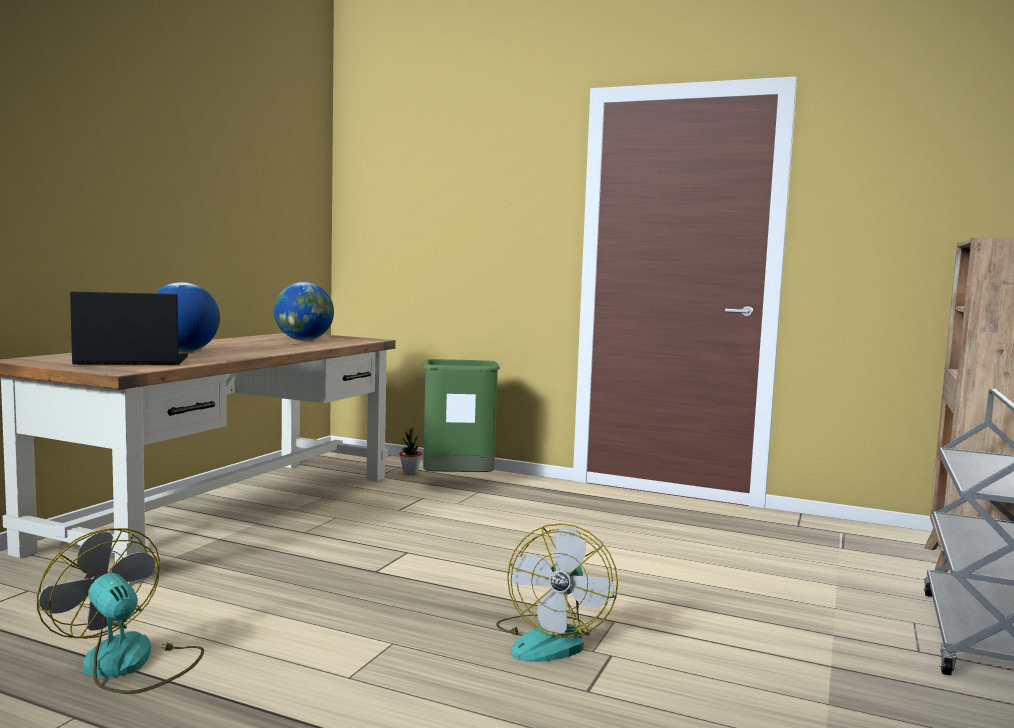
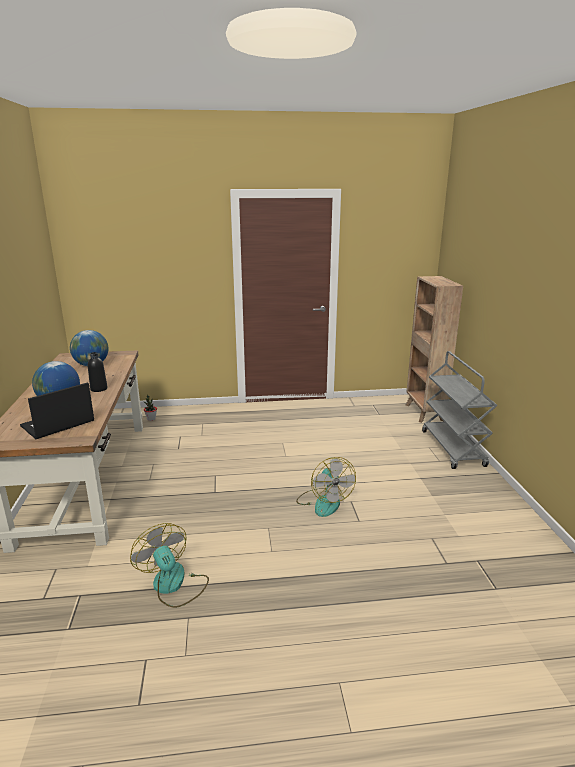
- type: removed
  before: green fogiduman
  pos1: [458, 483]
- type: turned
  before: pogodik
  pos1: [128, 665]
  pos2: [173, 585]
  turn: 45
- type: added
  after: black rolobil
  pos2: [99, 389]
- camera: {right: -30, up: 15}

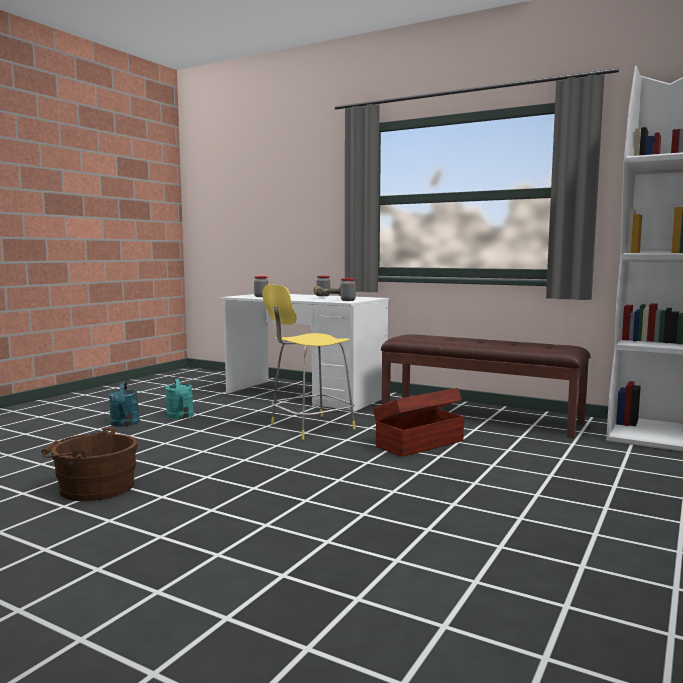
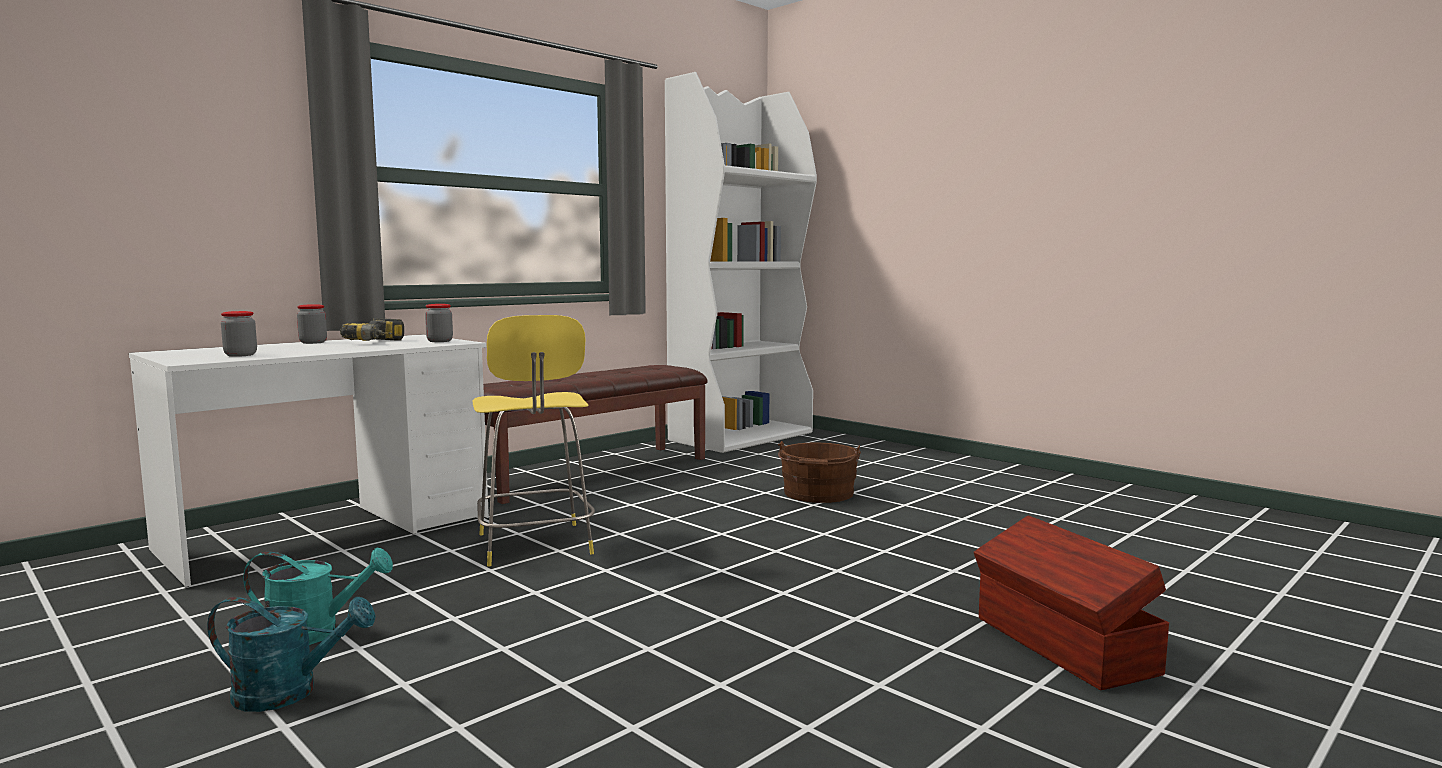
- type: moved
  before: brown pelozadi
  pos1: [418, 443]
  pos2: [1063, 646]
- type: moved
  before: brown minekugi
  pos1: [92, 488]
  pos2: [818, 494]
- camera: {right: -75, up: 0}

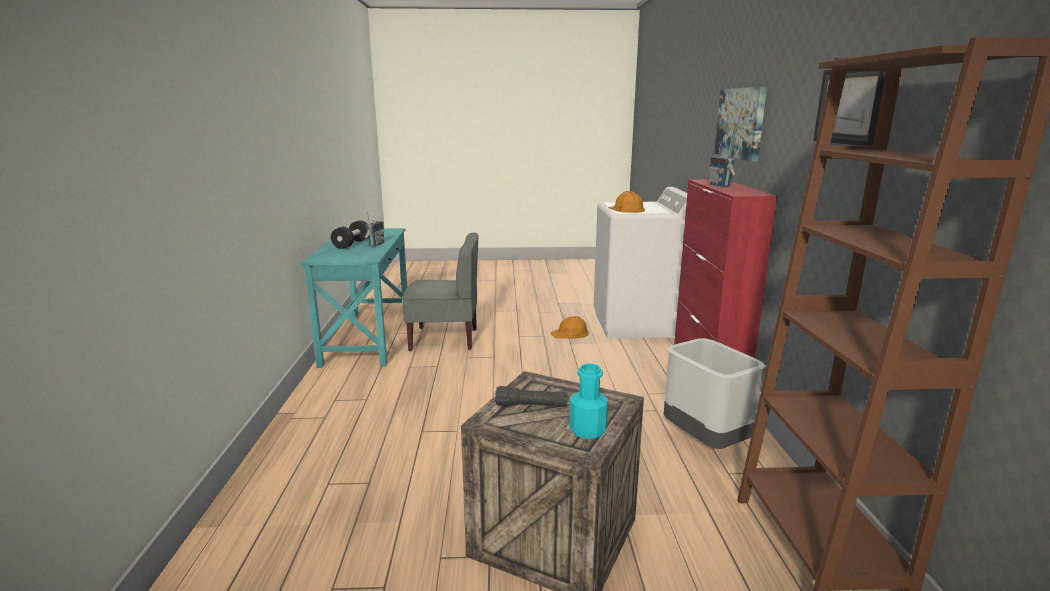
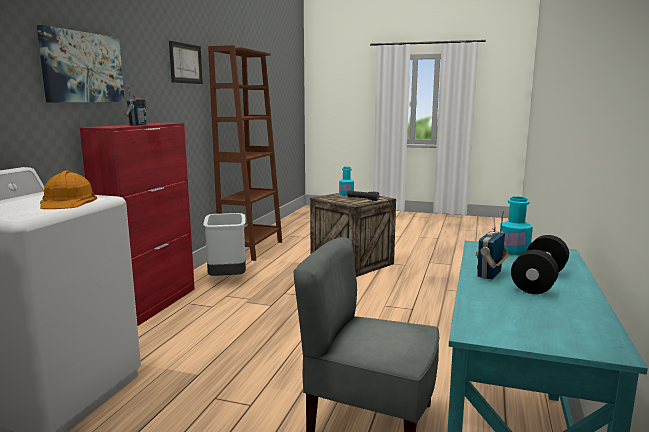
- type: removed
  before: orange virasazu
  pos1: [570, 333]
- type: added
  after: turquoise rolobil
  pos2: [514, 251]
- camera: {right: -160, up: -5}

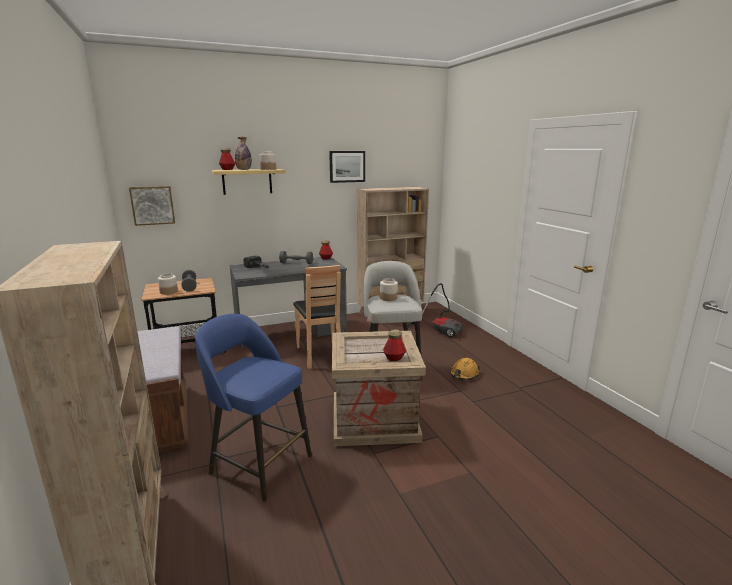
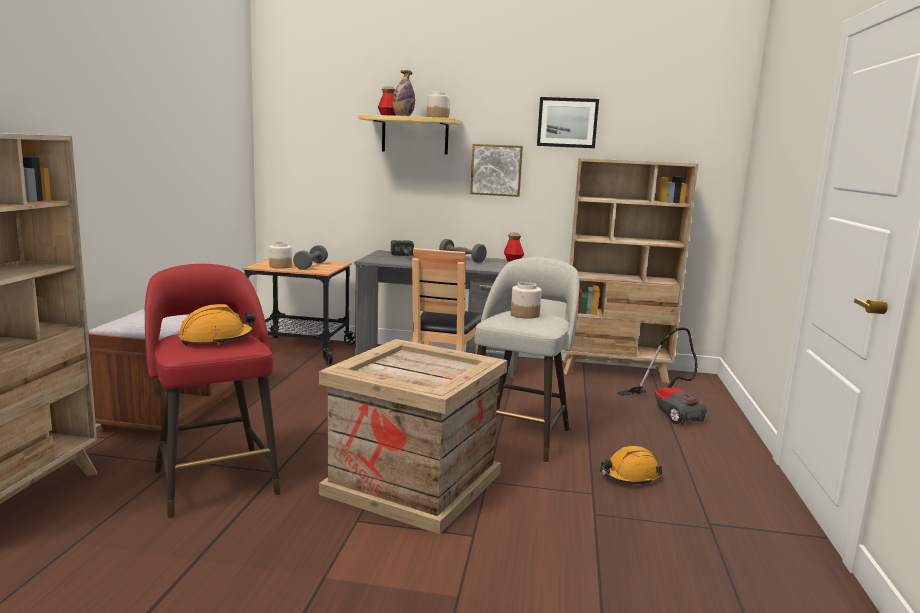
- type: moved
  before: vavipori
  pos1: [152, 205]
  pos2: [496, 170]
- type: recoloured
  before: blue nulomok
  after: red nulomok
  pos1: [259, 463]
  pos2: [215, 480]
- type: removed
  before: rolobil
  pos1: [394, 358]
- type: added
  after: orange virasazu
  pos2: [216, 339]
- camera: {right: 30, up: -5}

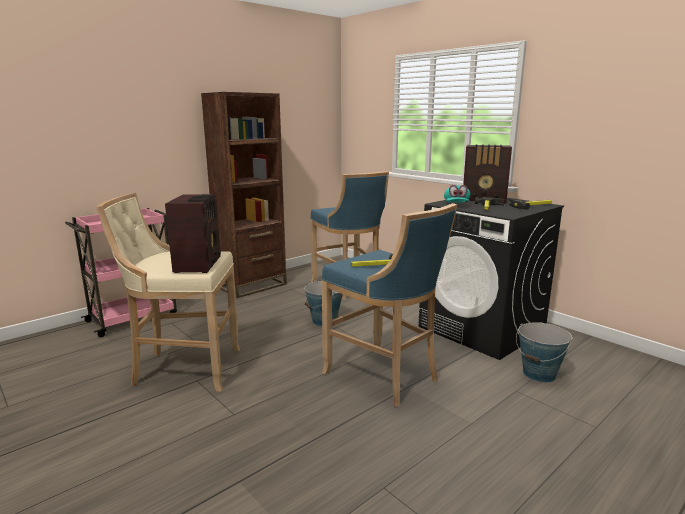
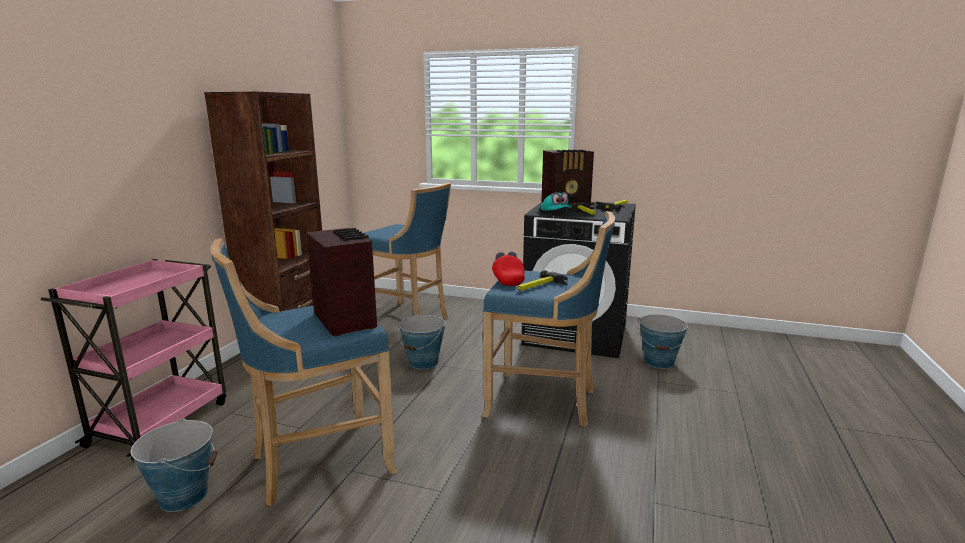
- type: recoloured
  before: beige nulomok
  after: blue nulomok
  pos1: [184, 368]
  pos2: [317, 462]
- type: added
  after: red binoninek
  pos2: [507, 280]
- type: added
  after: minekugi
  pos2: [184, 496]
- camera: {right: -30, up: 0}

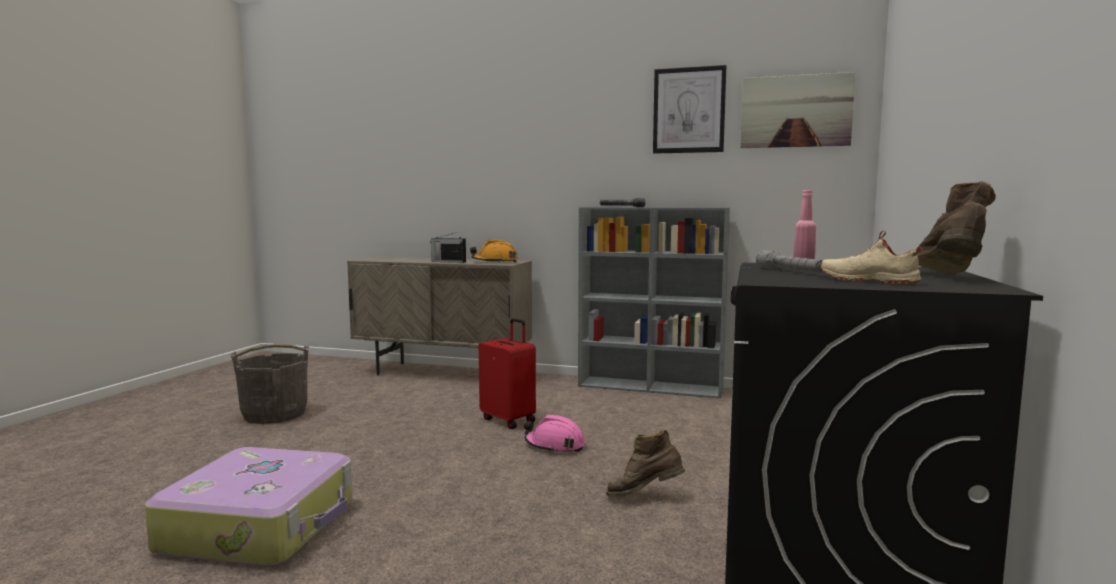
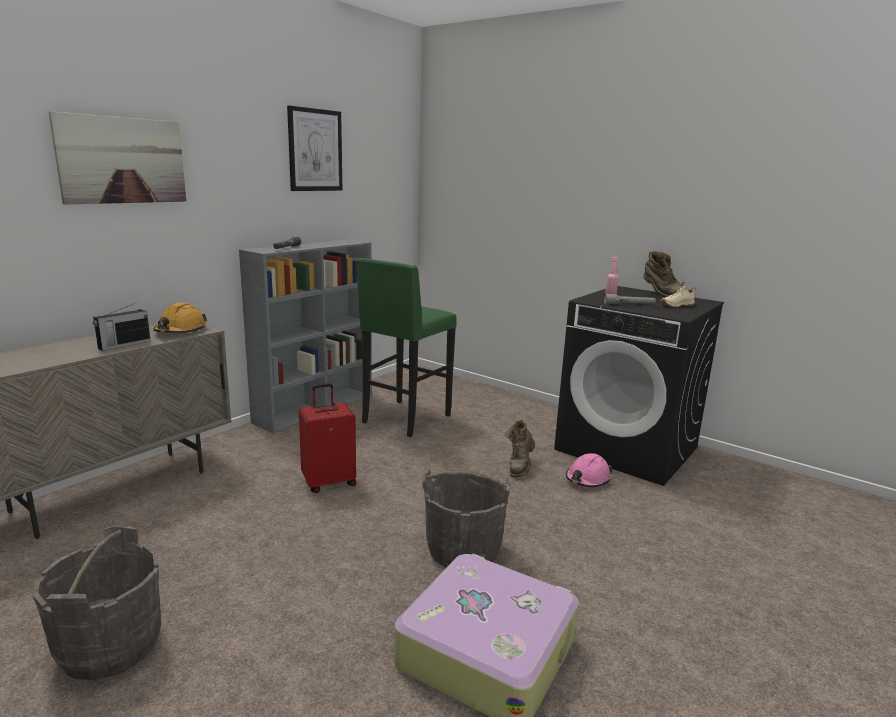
- type: moved
  before: vavipori
  pos1: [795, 111]
  pos2: [123, 160]
- type: turned
  before: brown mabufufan
  pos1: [947, 277]
  pos2: [660, 295]
  turn: -150
- type: moved
  before: pink virasazu
  pos1: [555, 445]
  pos2: [587, 479]
- type: added
  after: green nulomok
  pos2: [404, 419]
- type: added
  after: grey minekugi
  pos2: [463, 549]
- camera: {right: -70, up: 10}

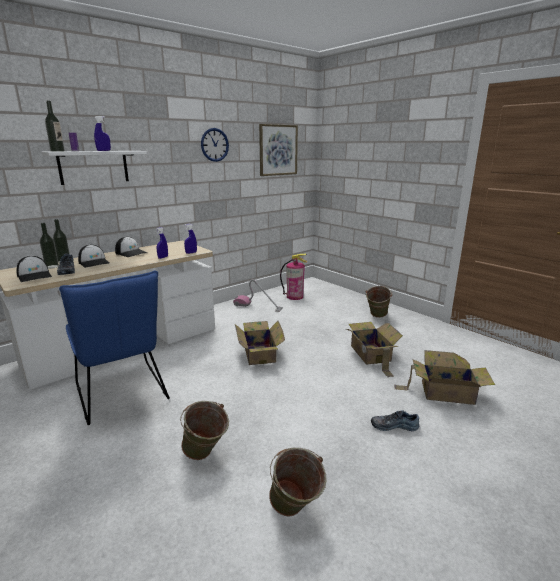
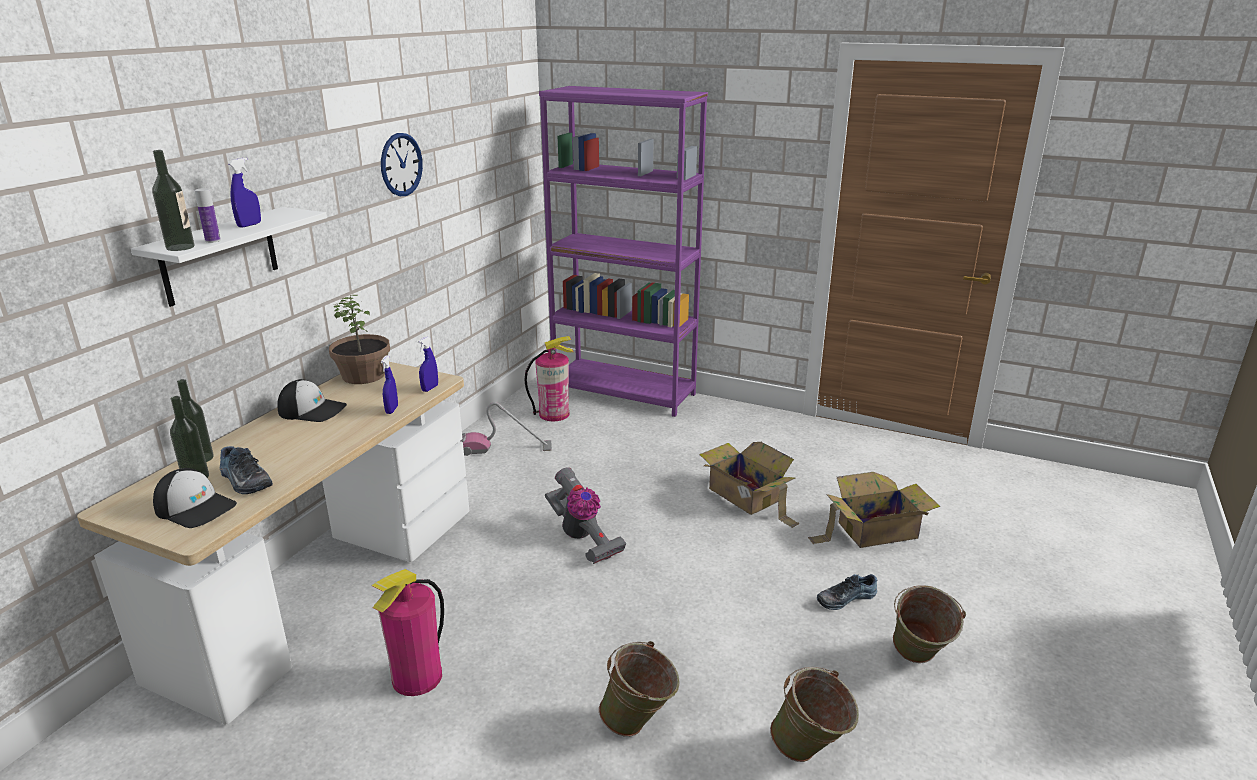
- type: removed
  before: vavipori
  pos1: [278, 150]
- type: removed
  before: binoninek
  pos1: [94, 262]
- type: replaced
  before: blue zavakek
  after: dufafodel
  pos1: [122, 395]
  pos2: [417, 677]
- type: moved
  before: green minekugi
  pos1: [376, 317]
  pos2: [917, 661]
- type: replaced
  before: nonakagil
  after: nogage
  pos1: [260, 353]
  pos2: [582, 537]
- type: added
  after: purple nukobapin
  pos2: [624, 393]
- type: added
  after: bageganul
  pos2: [364, 375]
- camera: {right: -25, up: 5}

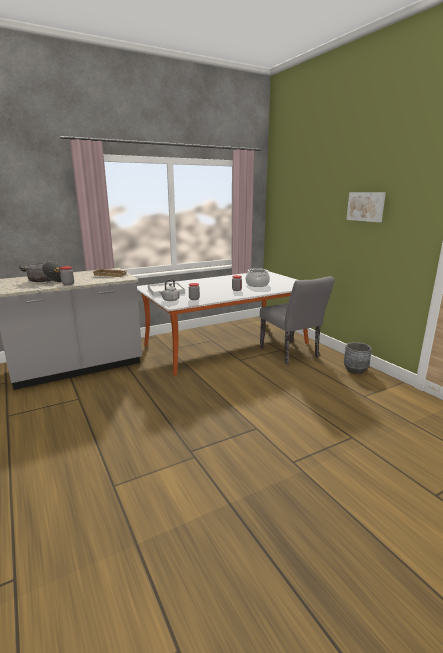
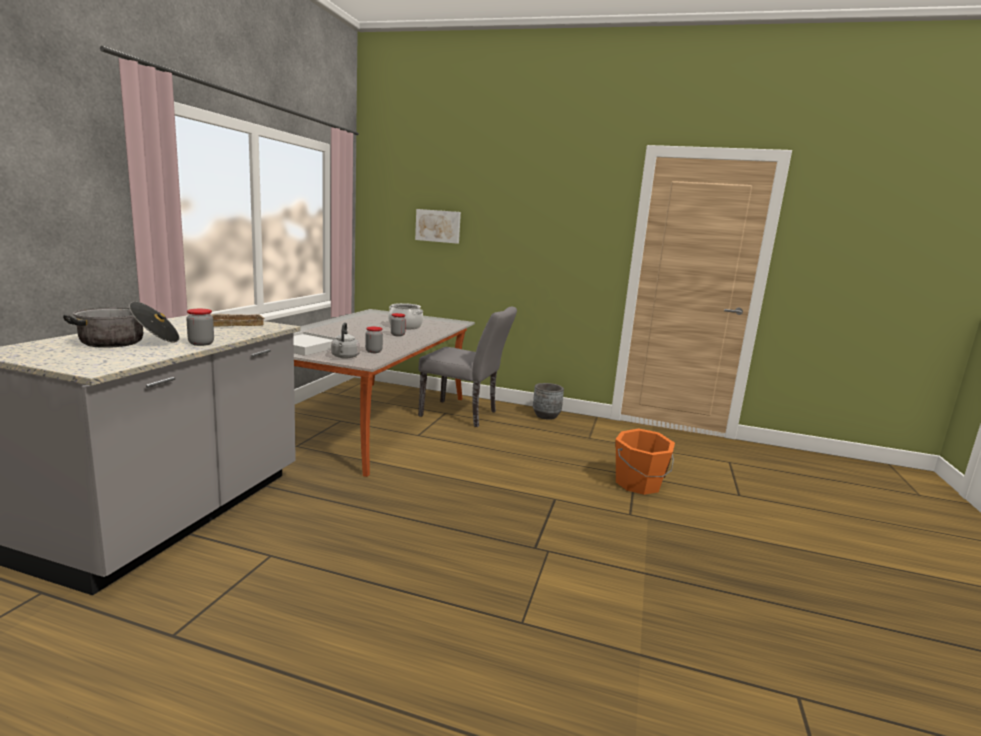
- type: moved
  before: vavipori
  pos1: [366, 206]
  pos2: [438, 226]
- type: added
  after: orange minekugi
  pos2: [639, 484]
- camera: {right: -45, up: -5}

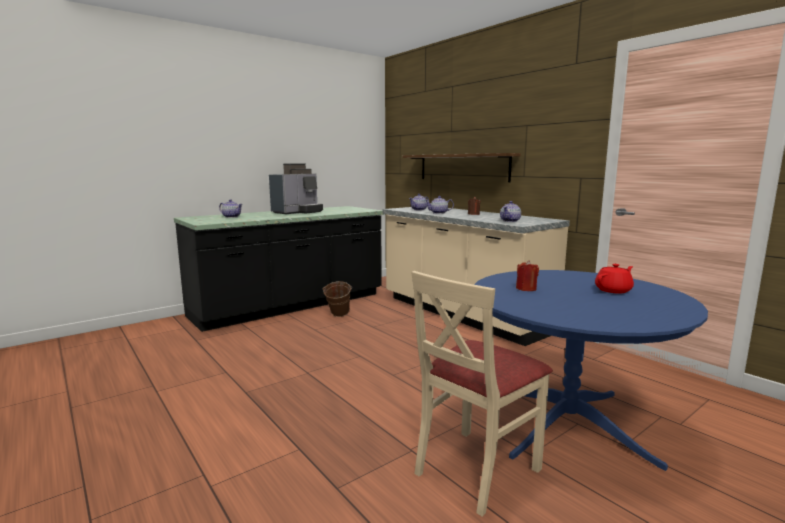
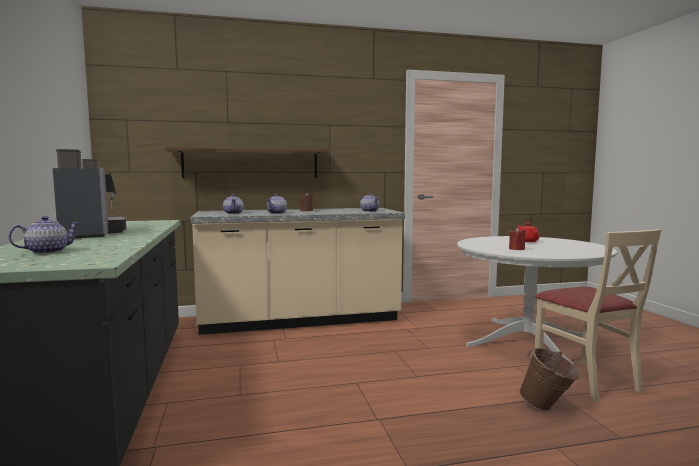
- type: recoloured
  before: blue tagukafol
  after: white tagukafol
  pos1: [568, 423]
  pos2: [527, 341]
- type: moved
  before: brown minekugi
  pos1: [338, 316]
  pos2: [548, 408]
- camera: {right: -65, up: -5}

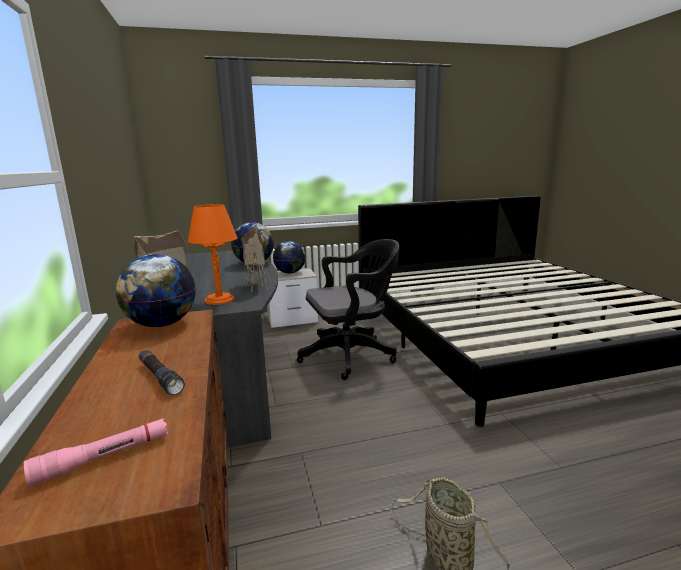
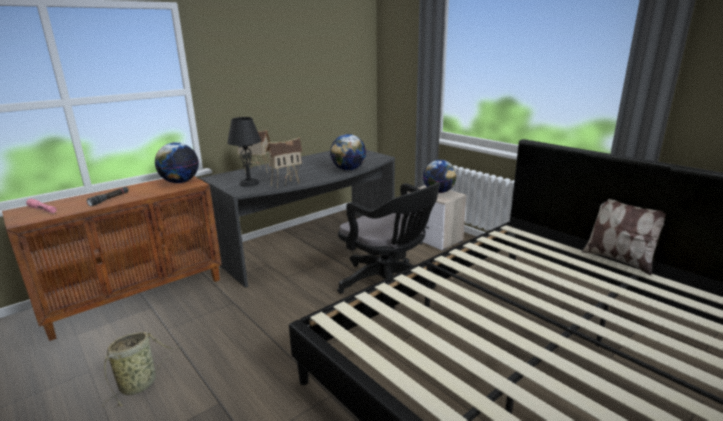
- type: recoloured
  before: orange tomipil
  after: black tomipil
  pos1: [220, 300]
  pos2: [249, 183]
- type: added
  after: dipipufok
  pos2: [617, 259]
- camera: {right: 65, up: 5}

